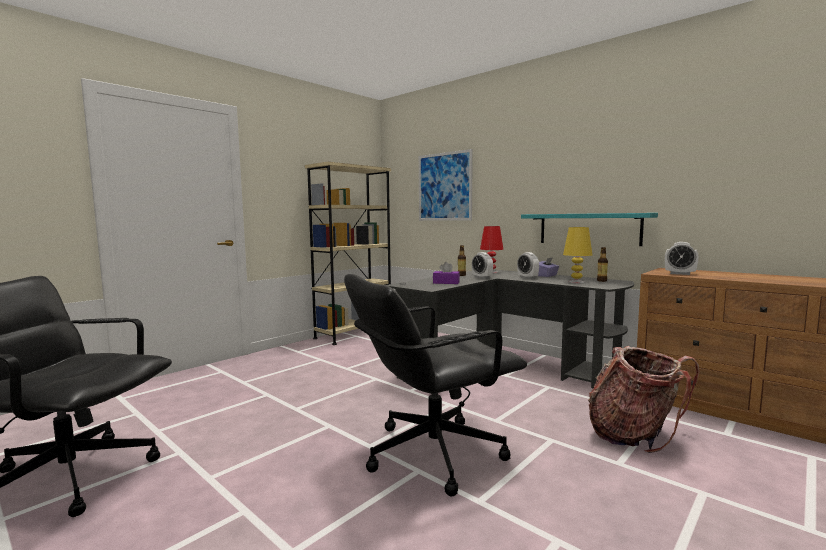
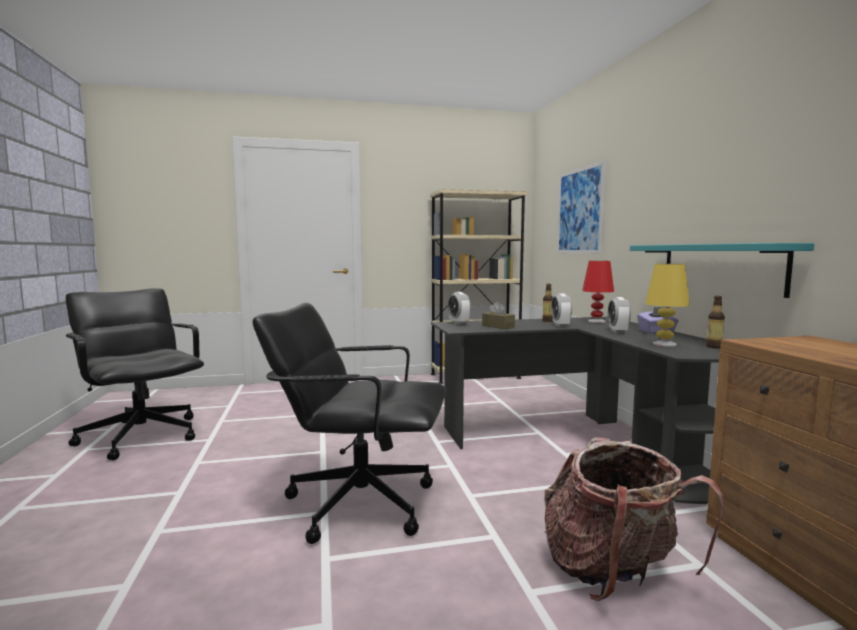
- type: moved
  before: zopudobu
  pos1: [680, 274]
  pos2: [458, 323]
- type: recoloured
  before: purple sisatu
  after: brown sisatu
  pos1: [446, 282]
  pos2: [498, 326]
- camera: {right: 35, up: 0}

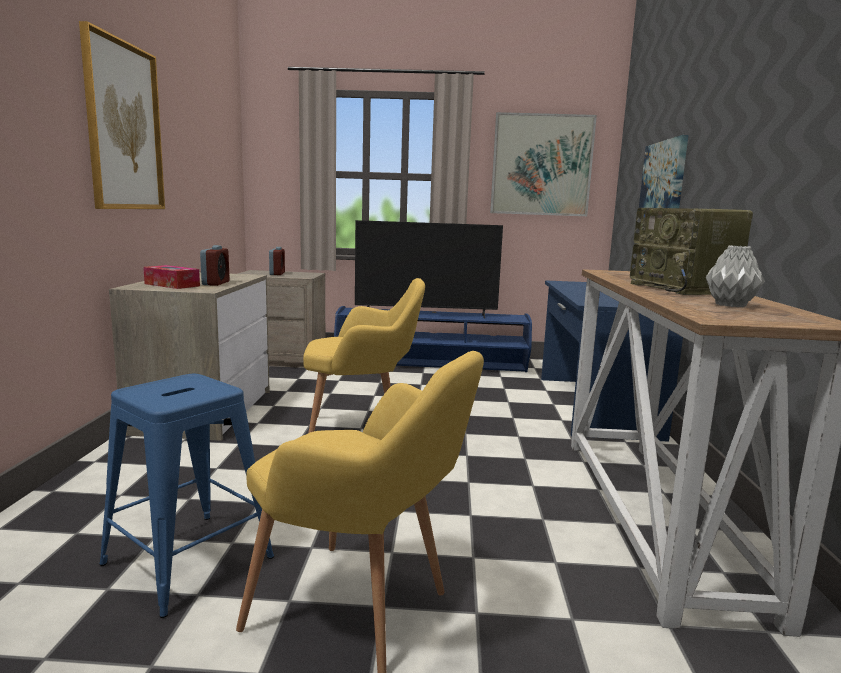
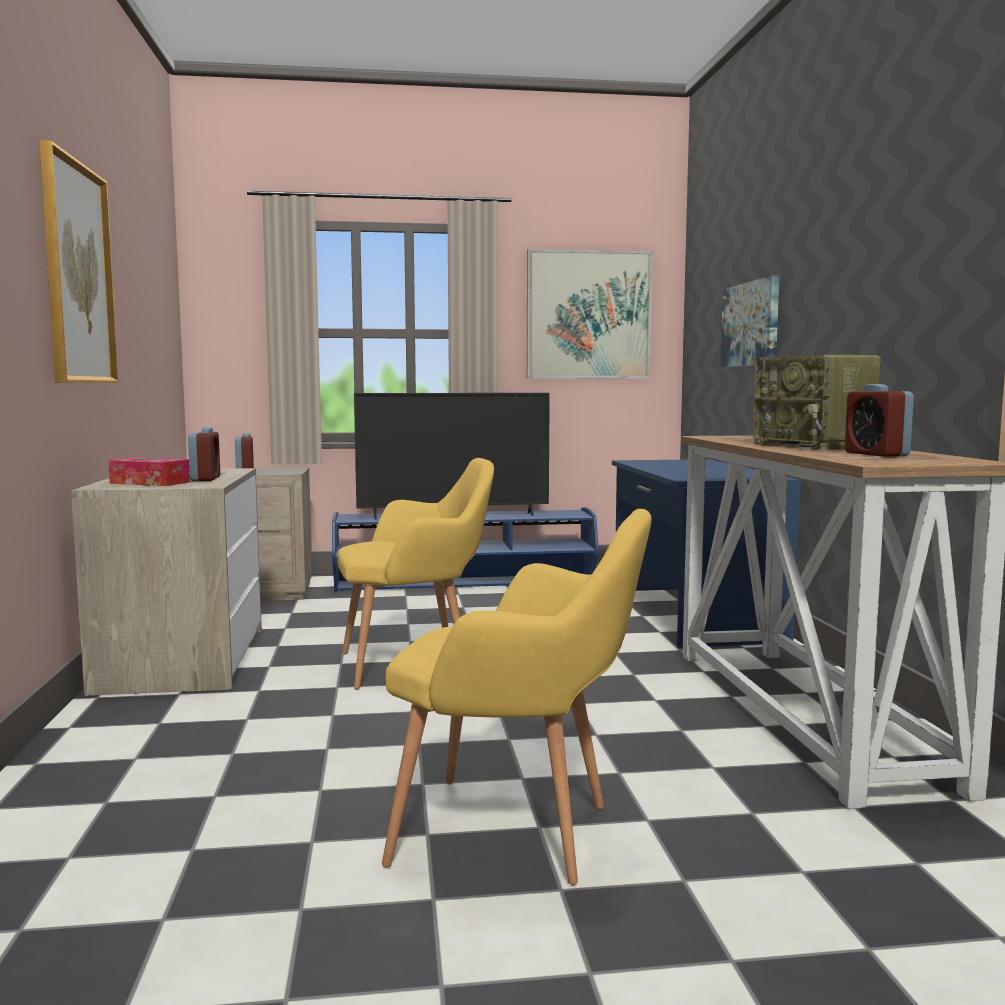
- type: replaced
  before: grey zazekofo
  after: zopudobu
  pos1: [731, 305]
  pos2: [876, 454]
- type: removed
  before: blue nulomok
  pos1: [188, 560]
- camera: {right: -10, up: -5}

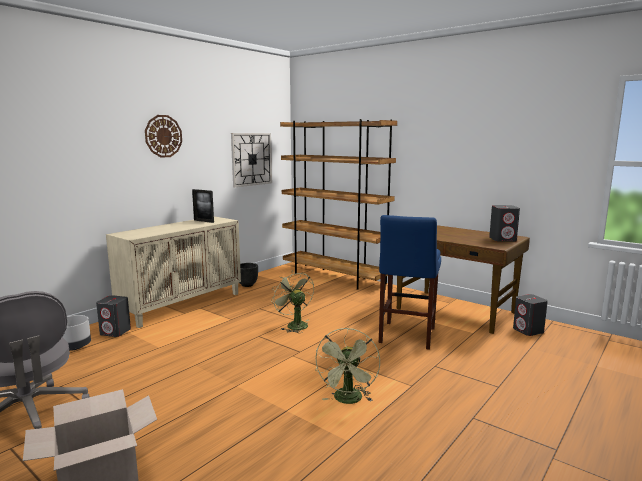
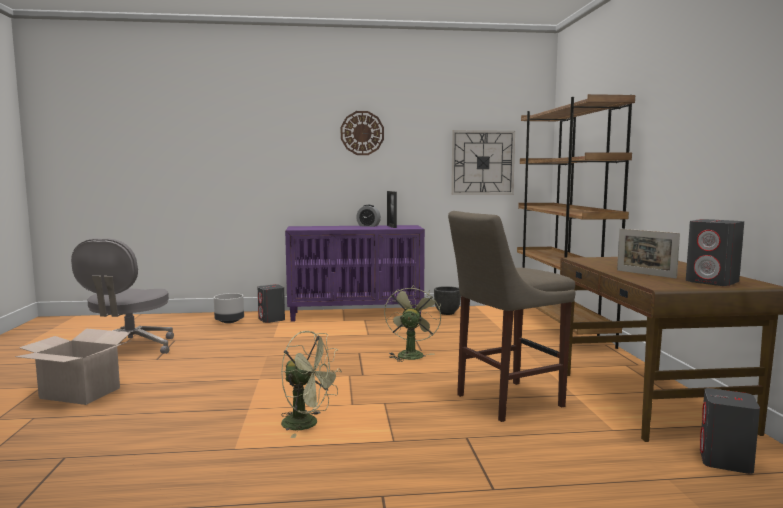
- type: recoloured
  before: blue nulomok
  after: beige nulomok
  pos1: [406, 336]
  pos2: [504, 401]
- type: recoloured
  before: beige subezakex
  after: purple subezakex
  pos1: [182, 305]
  pos2: [356, 314]
- type: turned
  before: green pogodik
  pos1: [348, 400]
  pos2: [307, 424]
  turn: -120
- type: added
  after: zopudobu
  pos2: [368, 226]
- type: added
  after: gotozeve
  pos2: [645, 274]
- camera: {right: 45, up: -5}

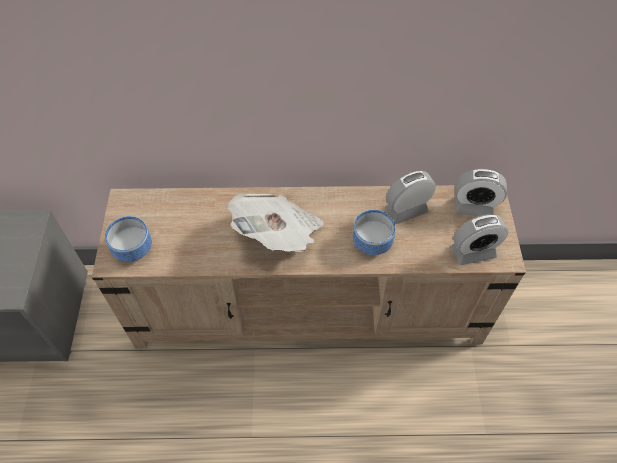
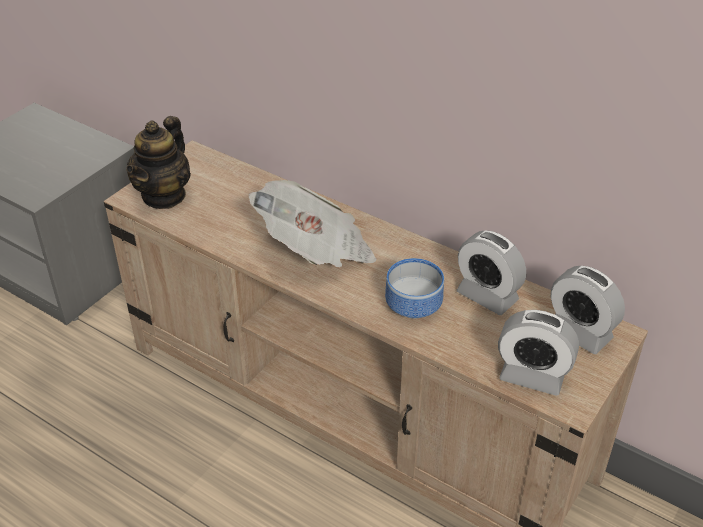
- type: turned
  before: zopudobu
  pos1: [406, 210]
  pos2: [487, 296]
  turn: -150
- type: replaced
  before: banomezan
  after: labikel
  pos1: [134, 247]
  pos2: [164, 195]
- camera: {right: 35, up: -15}

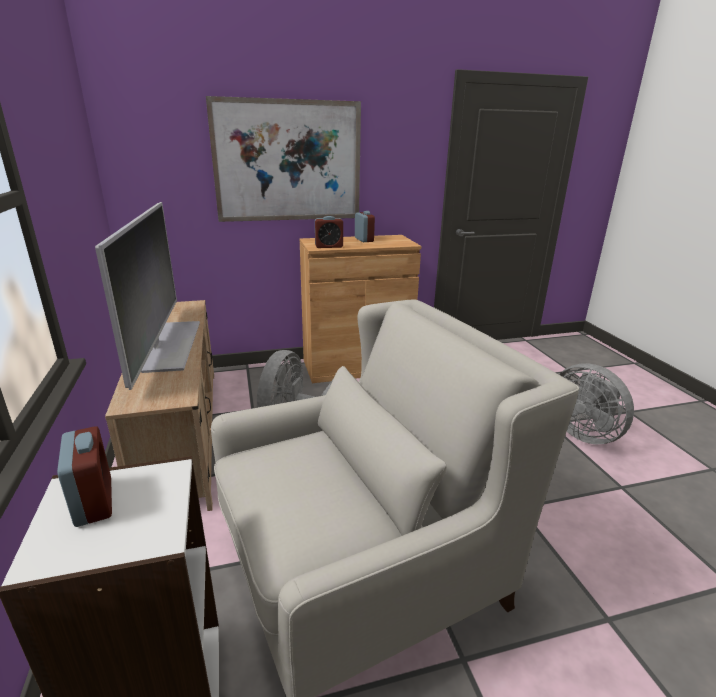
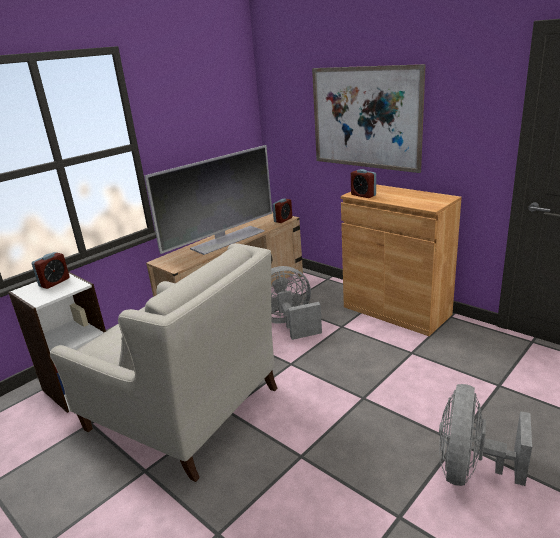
- type: moved
  before: zopudobu
  pos1: [364, 239]
  pos2: [283, 220]
- camera: {right: 60, up: 0}

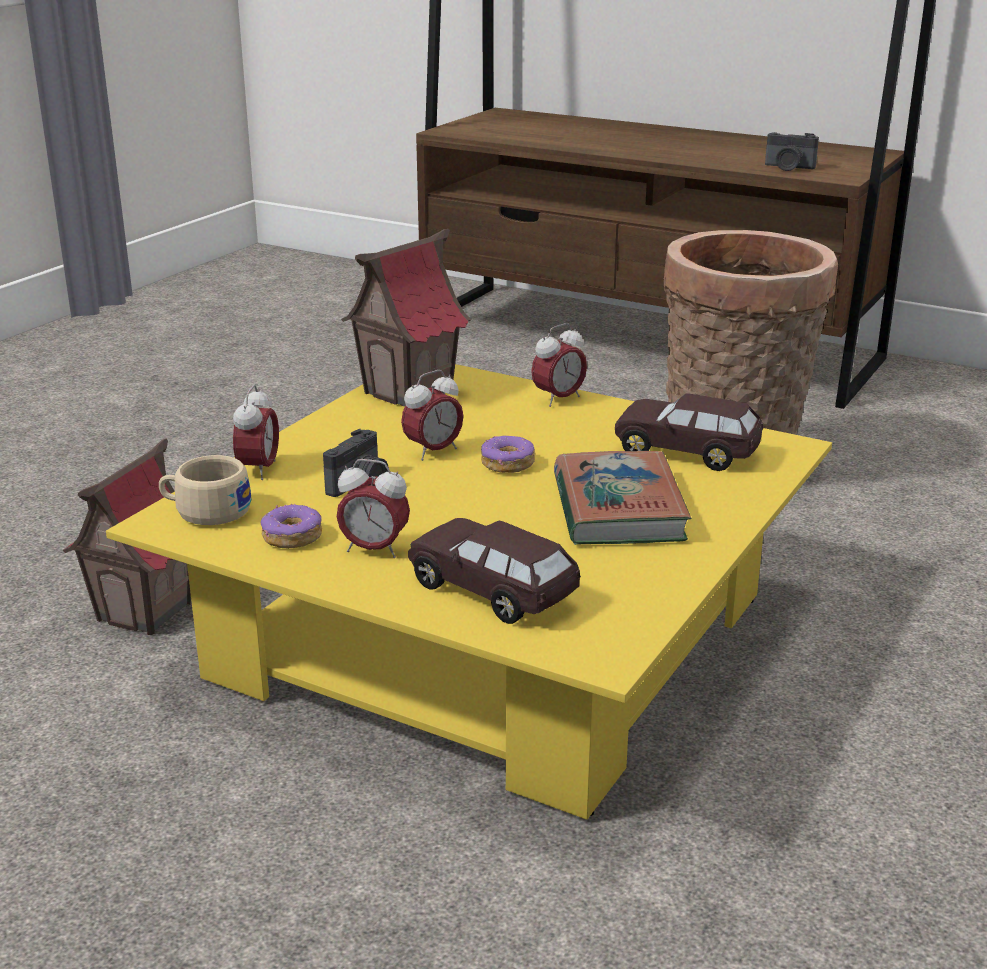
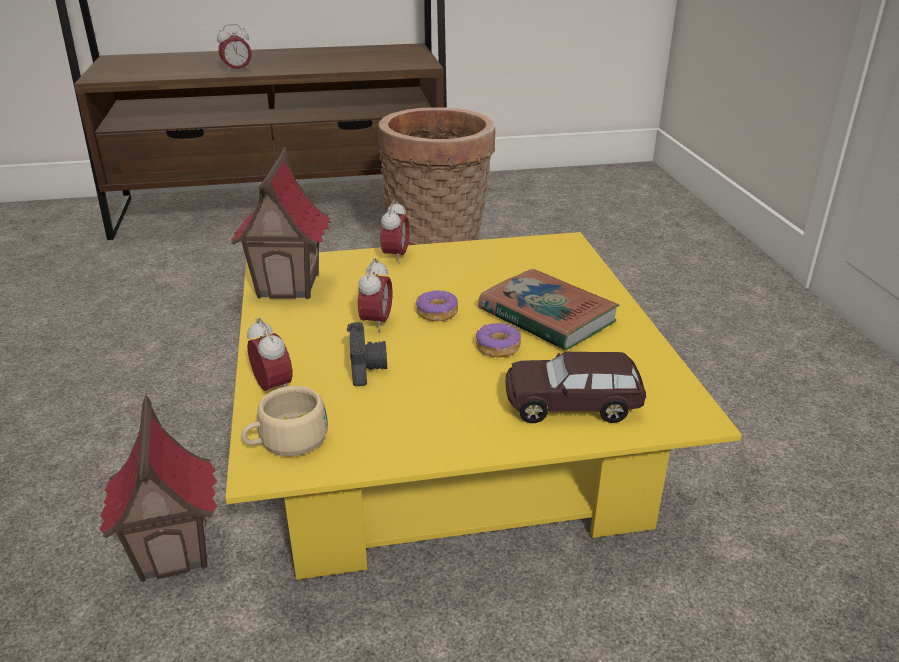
- type: removed
  before: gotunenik
  pos1: [788, 168]
- type: removed
  before: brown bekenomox
  pos1: [686, 452]
- type: moved
  before: zopudobu
  pos1: [374, 549]
  pos2: [237, 71]
- type: moved
  before: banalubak
  pos1: [291, 537]
  pos2: [498, 347]
- camera: {right: -40, up: 5}

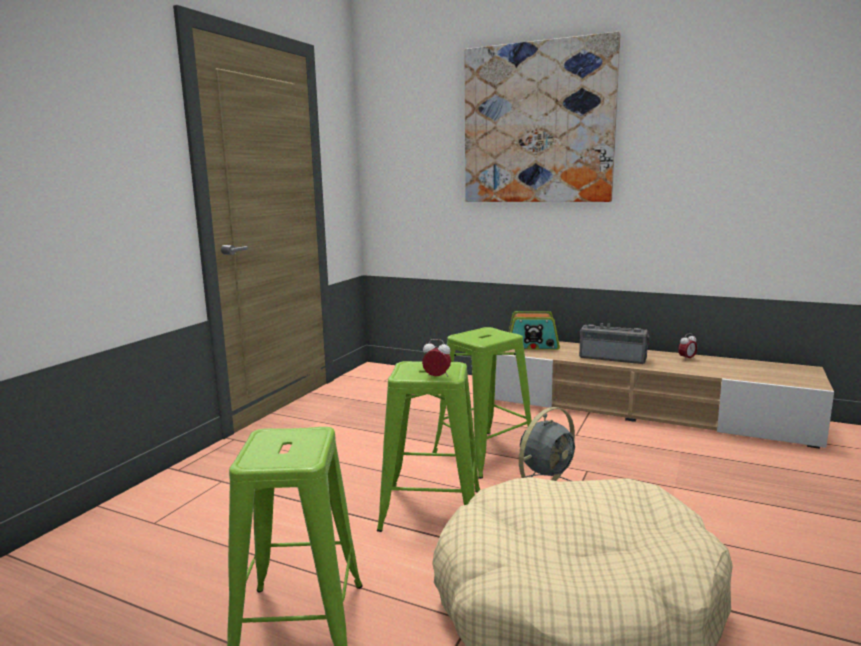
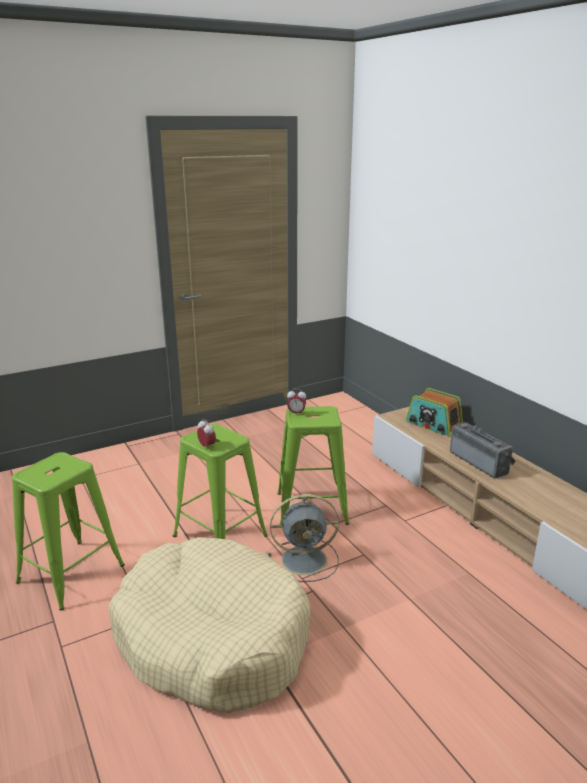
- type: removed
  before: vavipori
  pos1: [537, 124]
- type: moved
  before: zopudobu
  pos1: [687, 359]
  pos2: [296, 413]
- camera: {right: 35, up: 10}

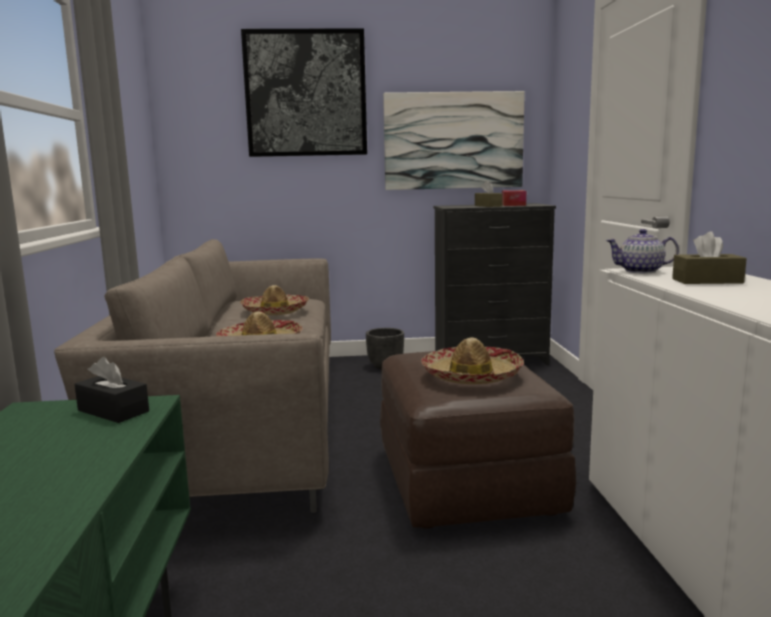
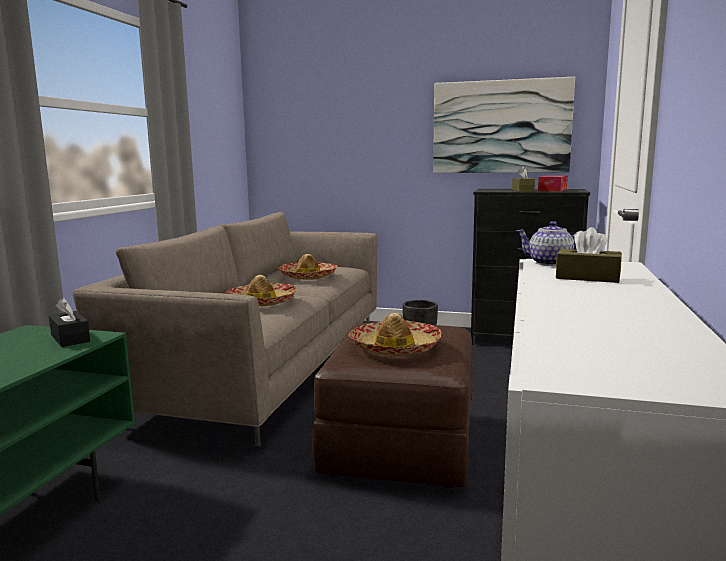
- type: removed
  before: vavipori
  pos1: [306, 94]
- camera: {right: 20, up: 0}

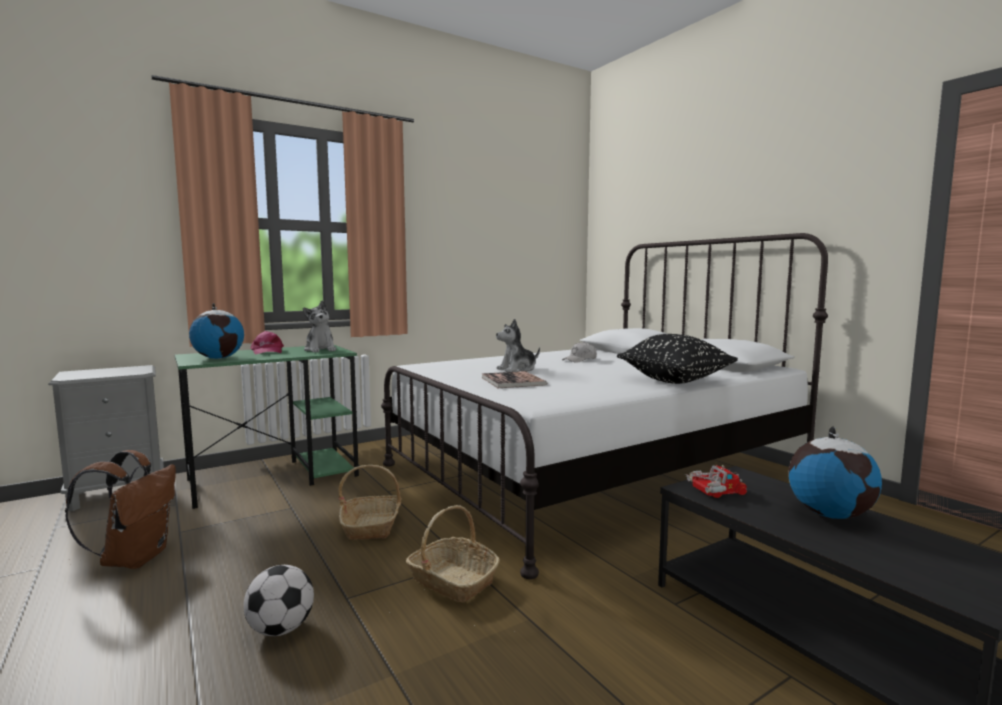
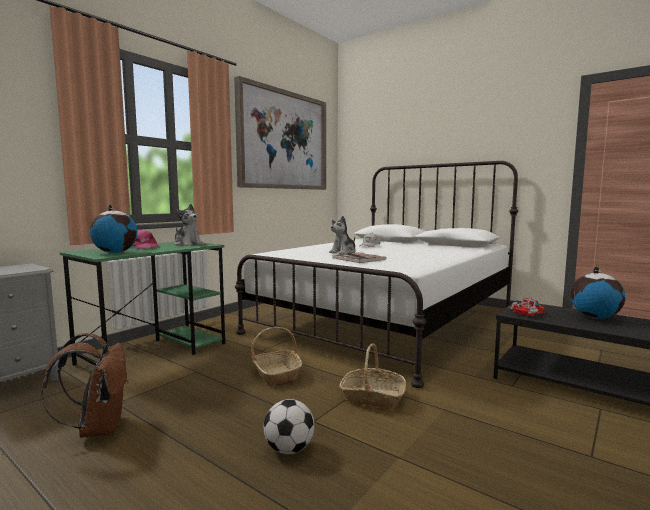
- type: removed
  before: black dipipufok
  pos1: [674, 381]
- type: added
  after: vavipori
  pos2: [283, 140]
- camera: {right: -20, up: 0}

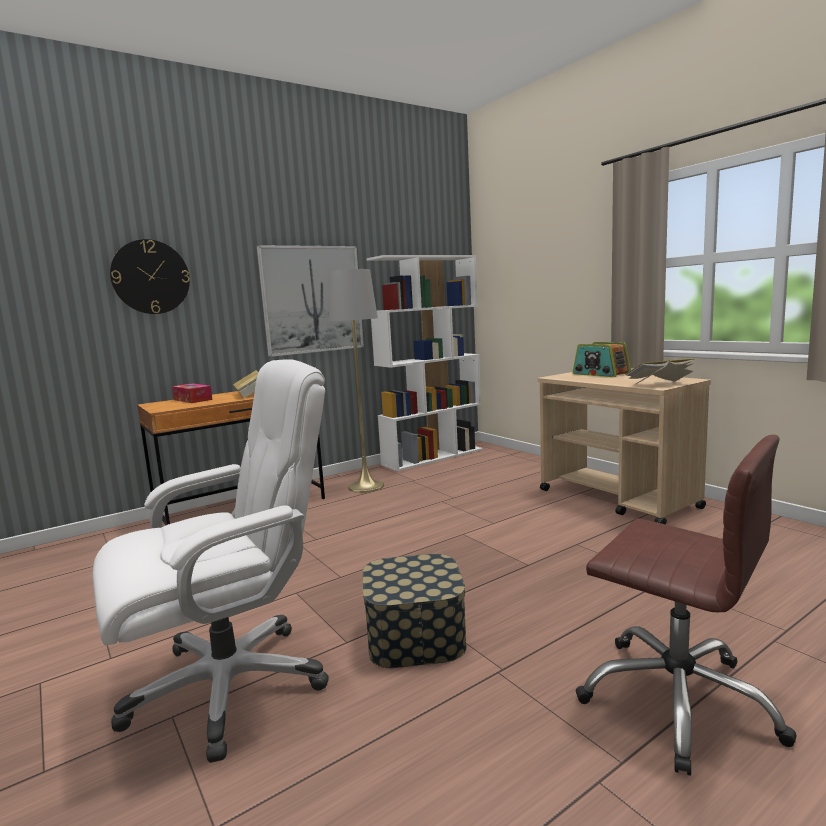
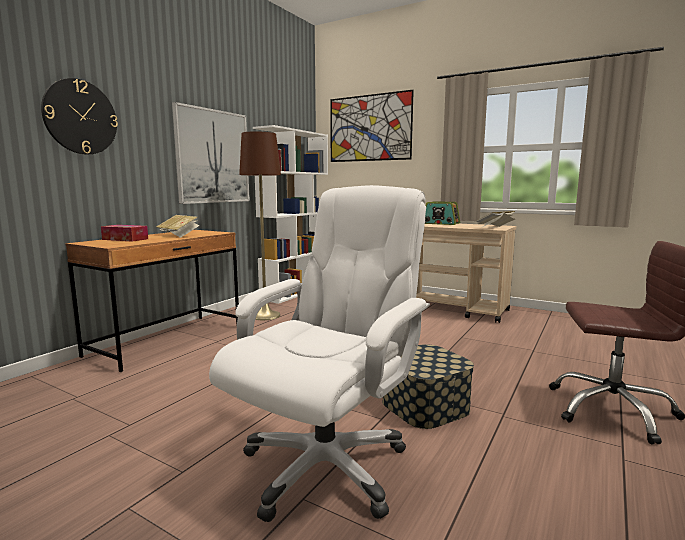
- type: recoloured
  before: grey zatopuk
  after: brown zatopuk
  pos1: [366, 486]
  pos2: [265, 315]
- type: added
  after: vavipori
  pos2: [369, 128]
- camera: {right: -25, up: 0}

